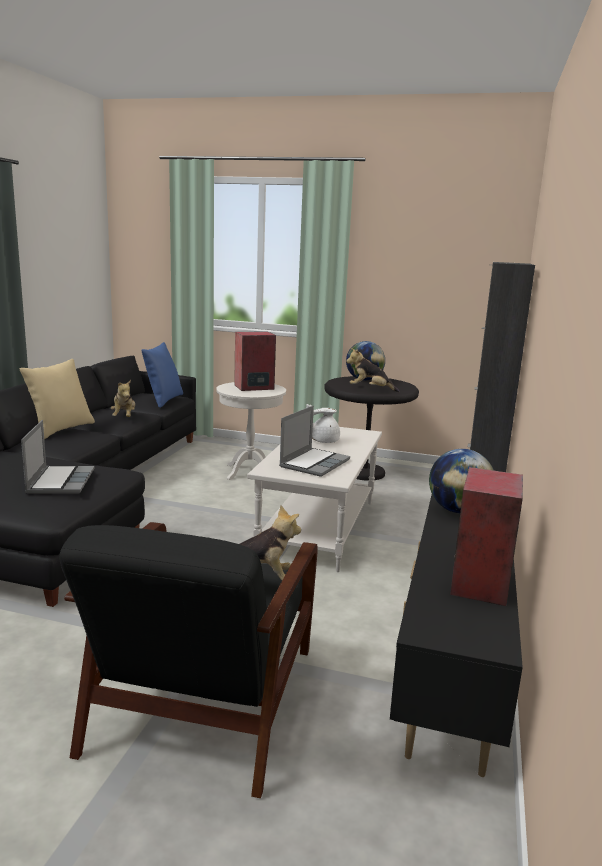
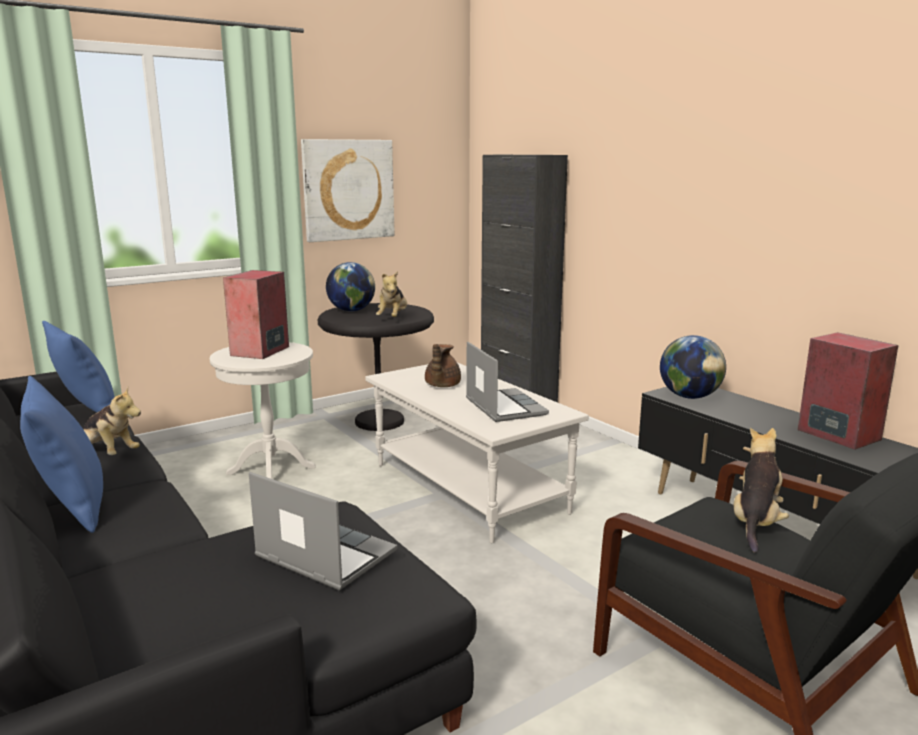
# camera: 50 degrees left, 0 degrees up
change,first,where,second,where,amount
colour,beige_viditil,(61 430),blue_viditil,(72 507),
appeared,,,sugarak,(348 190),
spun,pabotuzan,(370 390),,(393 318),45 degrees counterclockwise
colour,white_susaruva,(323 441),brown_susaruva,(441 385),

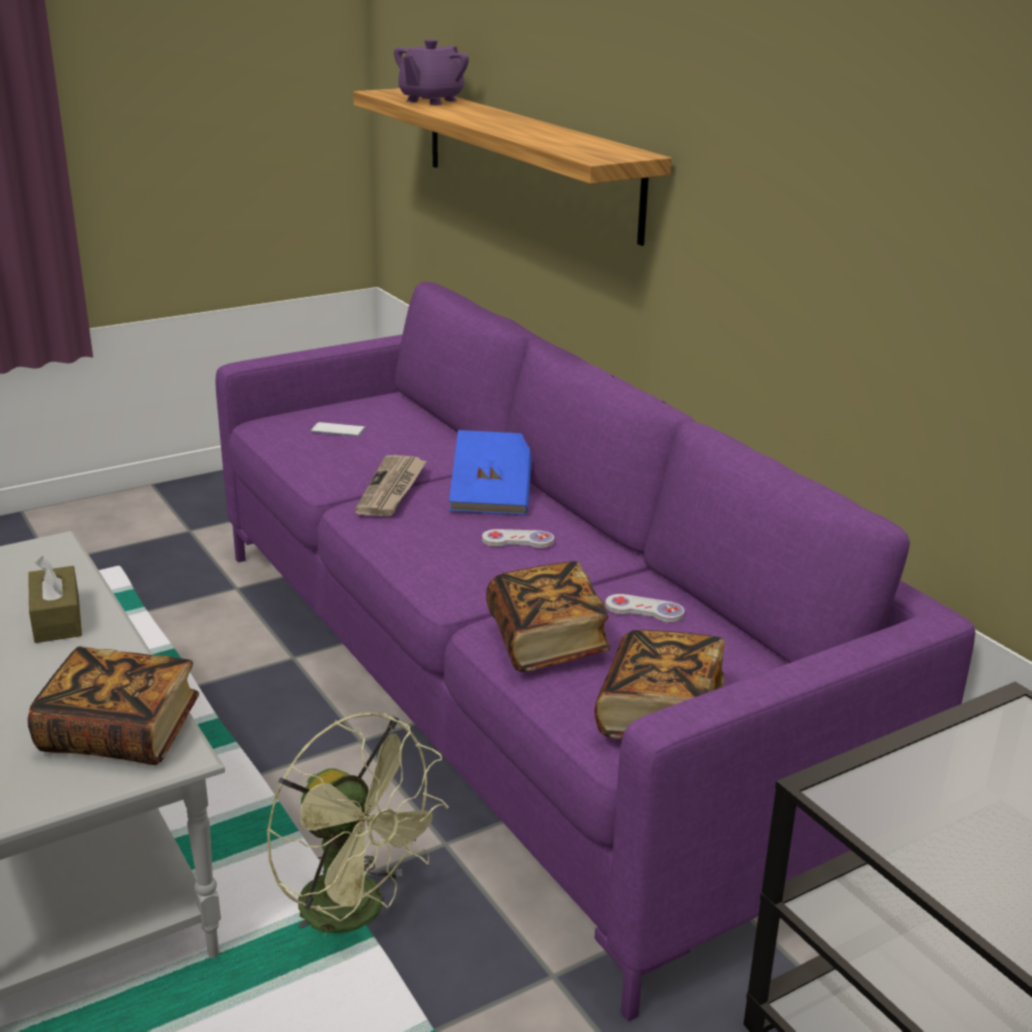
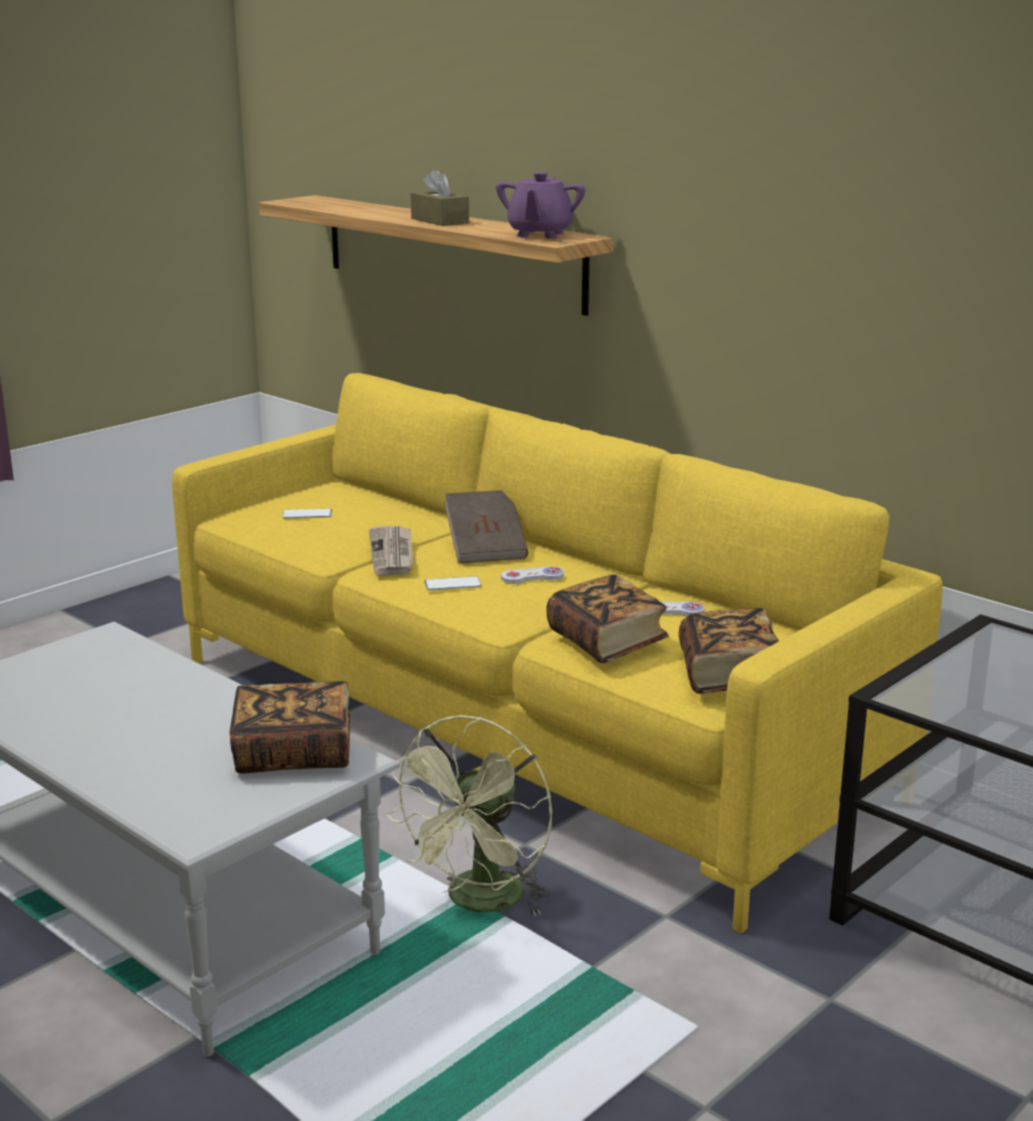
# camera: 15 degrees left, 5 degrees down
change,first,where,second,where,amount
colour,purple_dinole,(512 689),yellow_dinole,(516 726),
spun,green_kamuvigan,(357 913),,(479 904),90 degrees clockwise
relocated,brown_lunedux,(57 619),,(439 221),
appeared,,,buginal,(452 584),
colour,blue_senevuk,(491 496),brown_senevuk,(485 548),
relocated,purple_susaruva,(431 101),,(539 234),

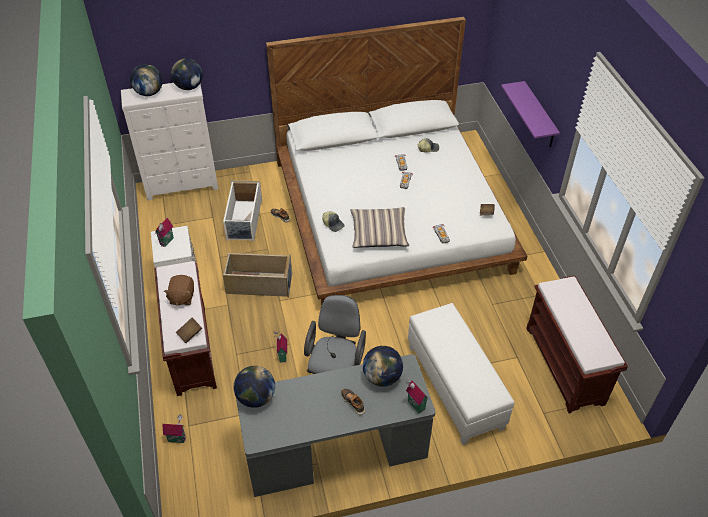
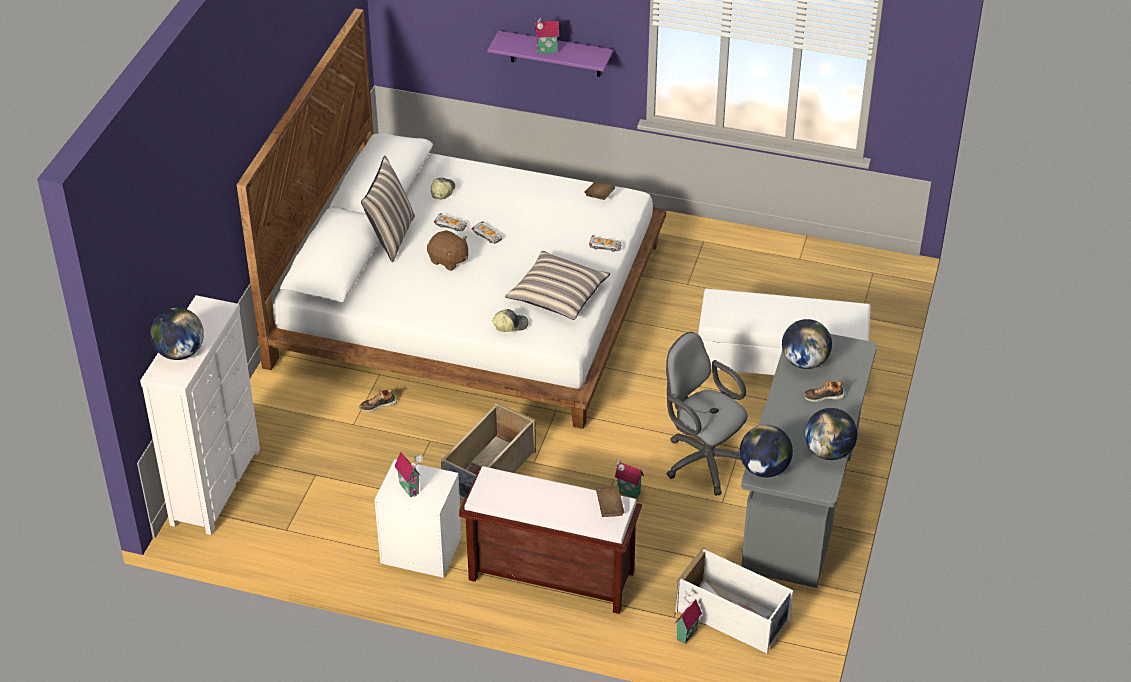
# camera: 60 degrees left, 5 degrees down
change,first,where,second,where,amount
appeared,,,viditil,(391 236),
relocated,brown_pabotuzan,(182 297),,(448 260),
relocated,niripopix,(415 406),,(547 51),
relocated,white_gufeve,(244 221),,(733 616),
relocated,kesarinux,(189 87),,(828 452),
missing,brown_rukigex,(565 366),,,

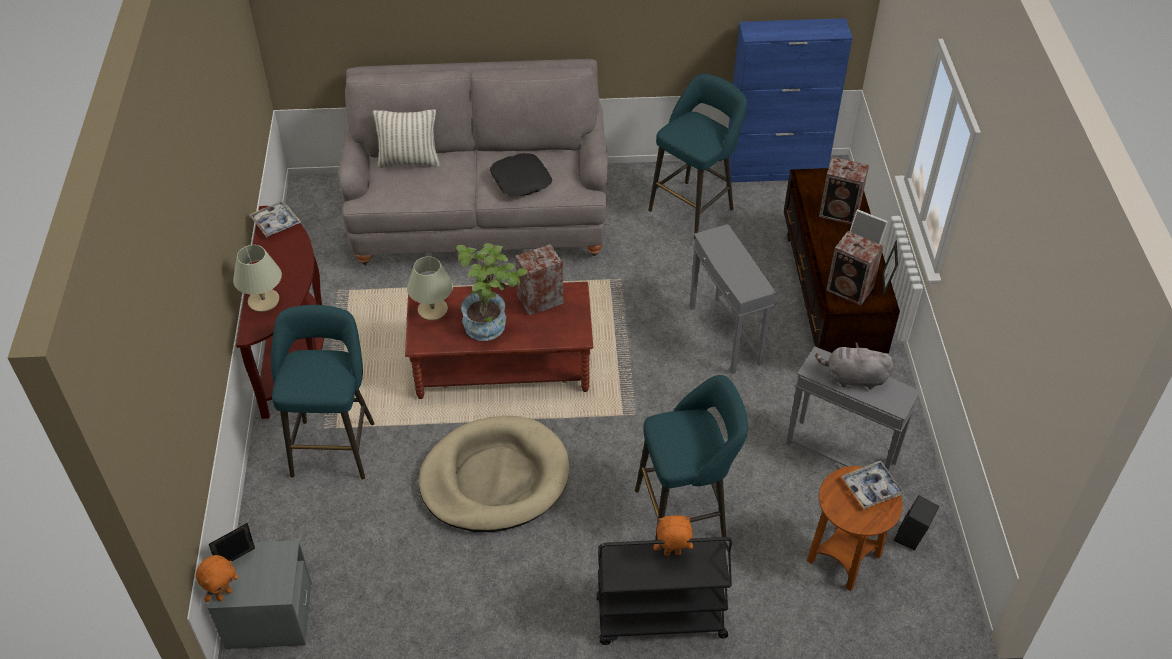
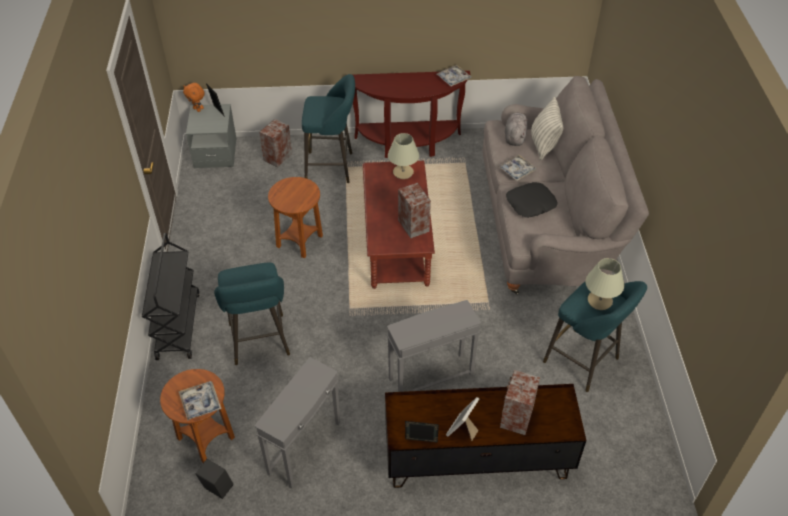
# camera: 90 degrees right, 0 degrees up
change,first,where,second,where,amount
relocated,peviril,(850 290),,(277 157),
exchanged,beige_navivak,(494 478),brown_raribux,(299 241),
appeared,,,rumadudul,(517 170),
relocated,grey_pabotuzan,(853 378),,(515 136),
relocated,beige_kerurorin,(264 301),,(599 301),
missing,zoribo,(491 324),,,
missing,orange_pabotuzan,(672 554),,,
missing,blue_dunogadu,(776 170),,,

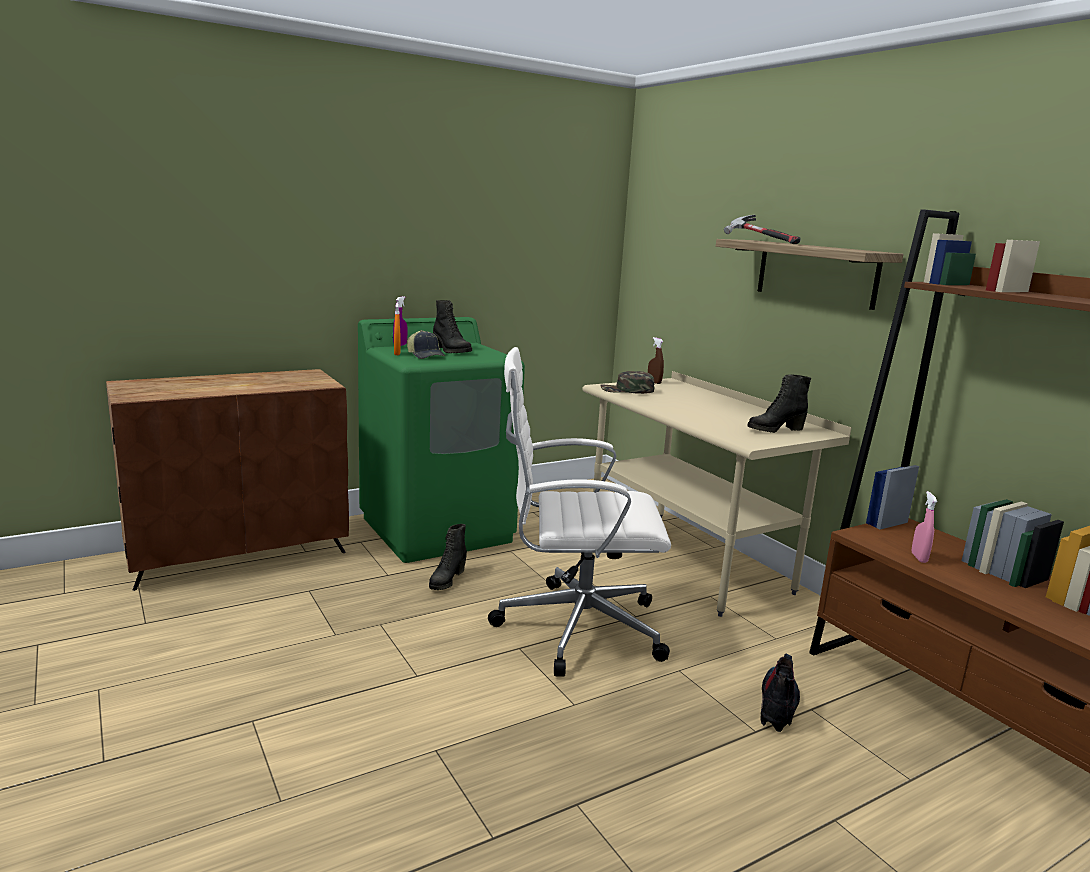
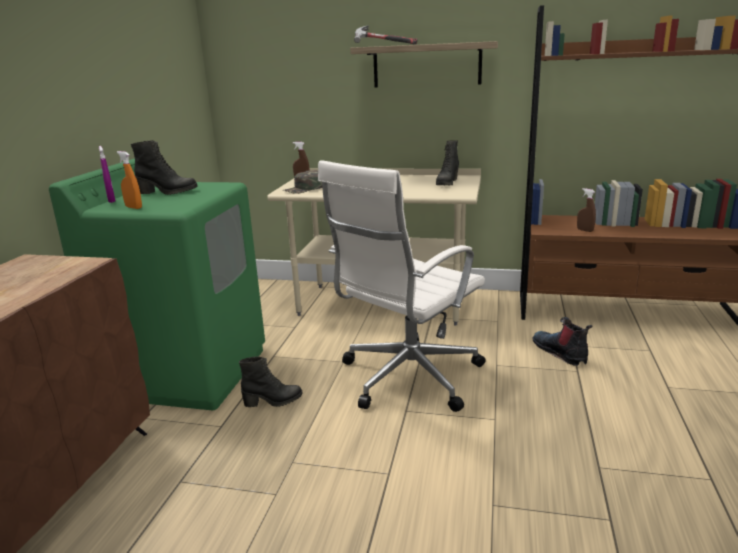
# camera: 45 degrees left, 5 degrees up
change,first,where,second,where,amount
spun,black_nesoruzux,(446 580),,(273 401),75 degrees counterclockwise
colour,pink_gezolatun,(919 558),brown_gezolatun,(585 230),
missing,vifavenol,(426 355),,,

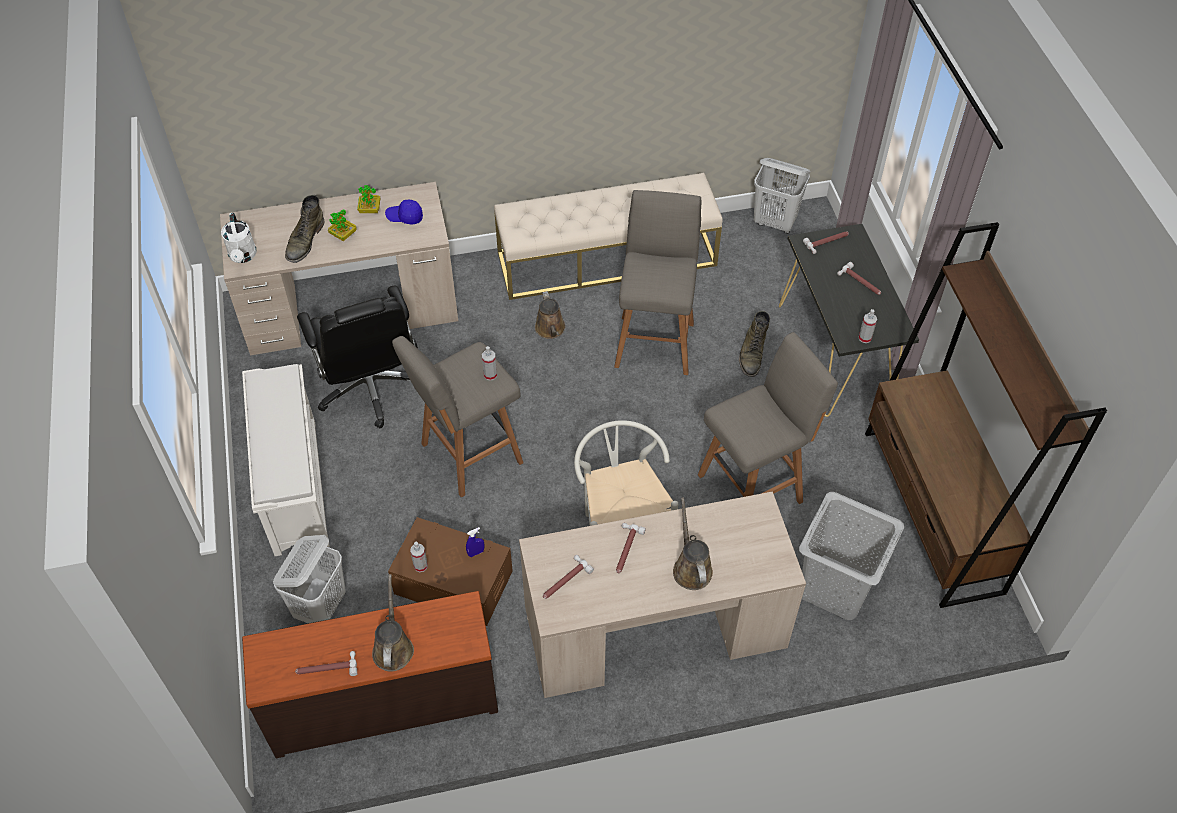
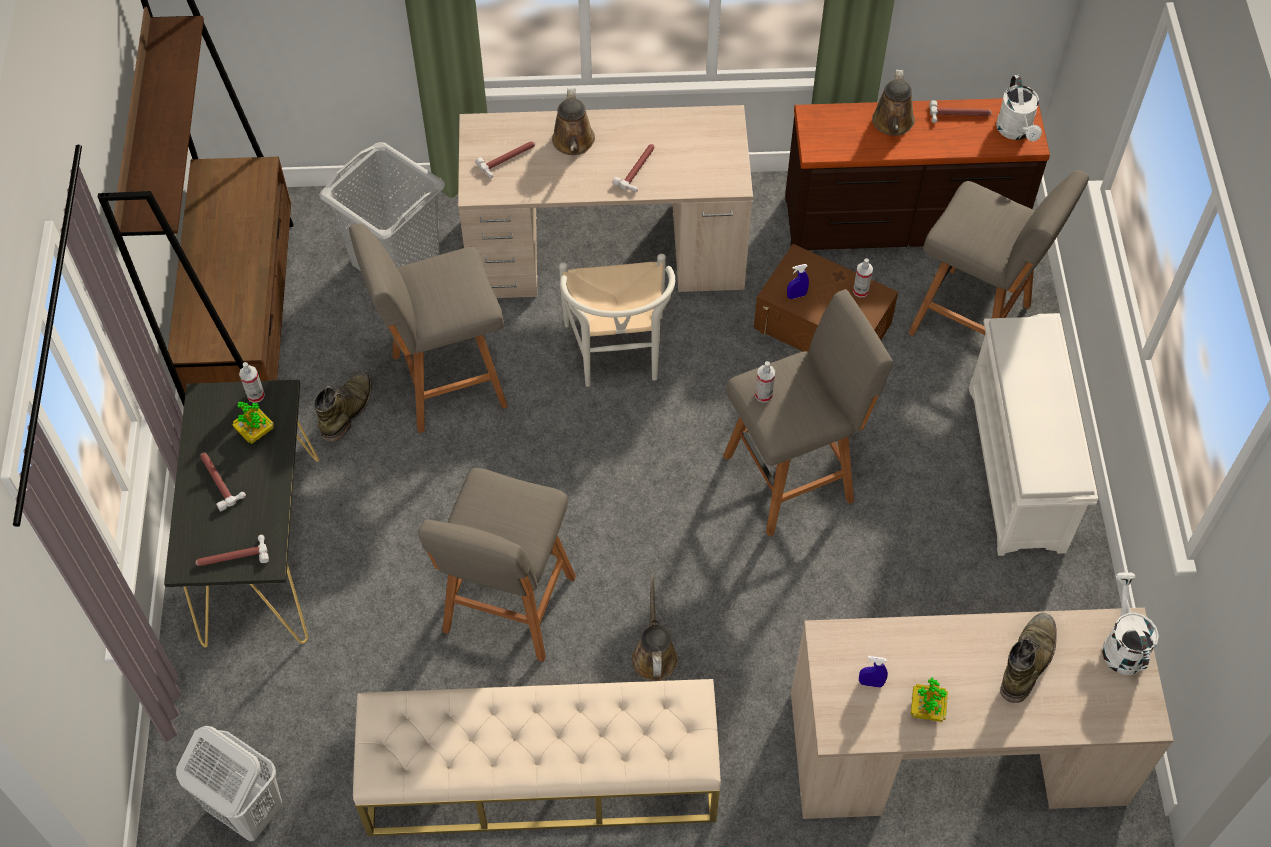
# camera: 170 degrees left, 5 degrees up
change,first,where,second,where,amount
relocated,zoribo,(343 235),,(255 431),
relocated,green_nesoruzux,(752 354),,(348 409),
relocated,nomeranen,(564 580),,(509 159),
exchanged,blue_vifavenol,(405 217),blue_gezolatun,(871 683),
exchanged,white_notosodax,(321 606),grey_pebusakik,(974 321),
appeared,,,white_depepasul,(1016 131),
missing,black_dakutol,(371 388),,,

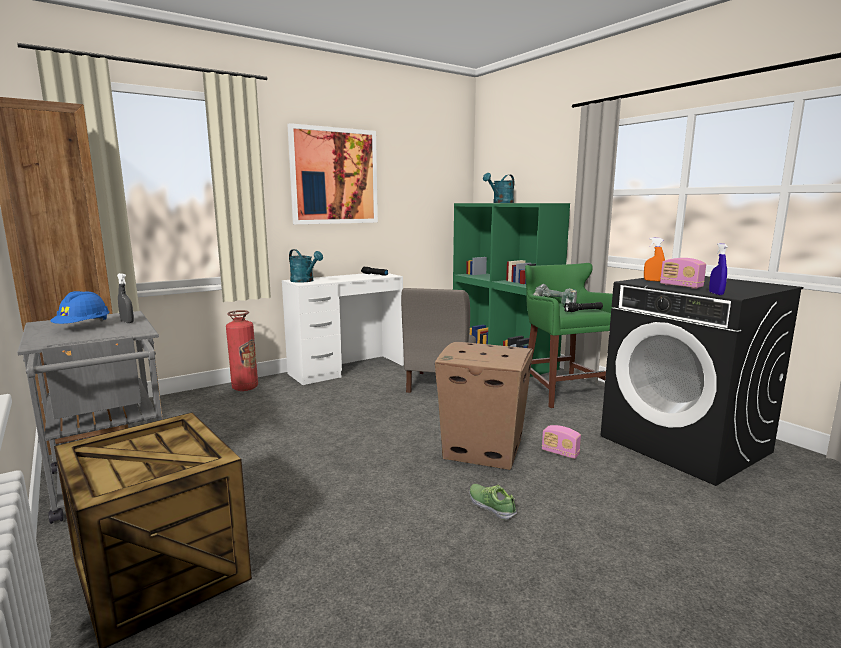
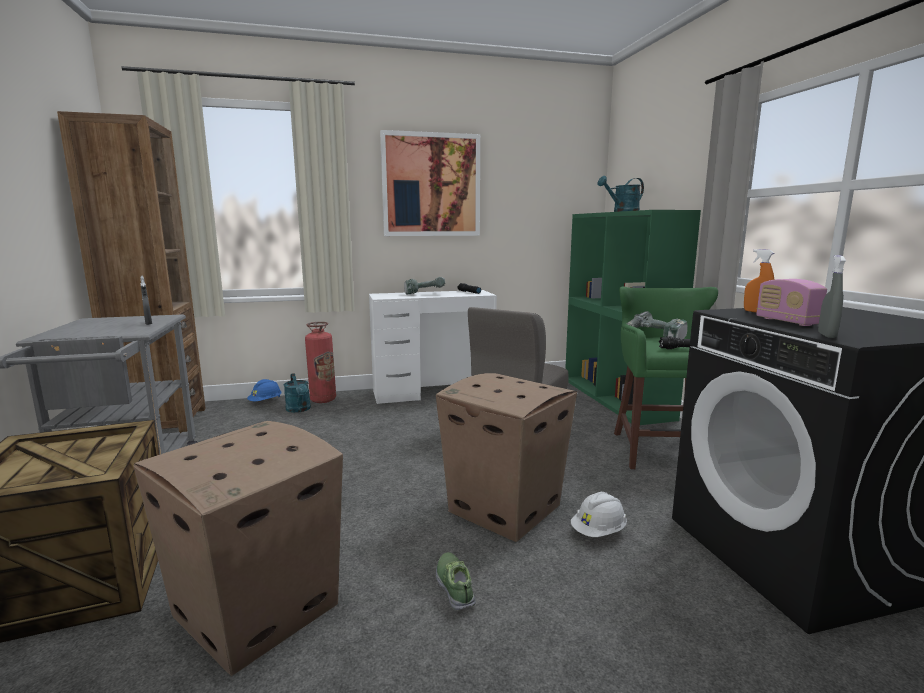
# camera: 20 degrees right, 0 degrees up
change,first,where,second,where,amount
appeared,,,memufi,(254 612),
relocated,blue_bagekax,(83 327),,(265 402),
relocated,turquoise_depepasul,(305 281),,(299 410),
appeared,,,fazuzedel,(424 294),
exchanged,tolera,(560 453),white_bagekax,(598 532),
colour,blue_gezolatun,(716 293),grey_gezolatun,(827 335),

